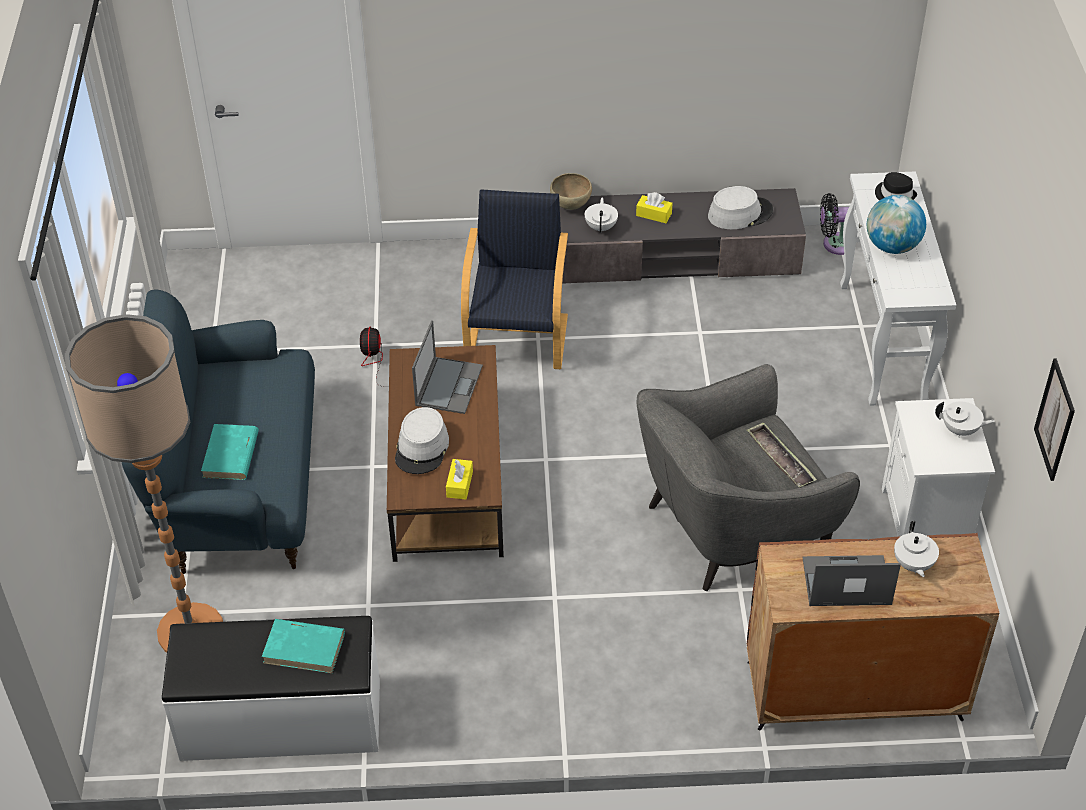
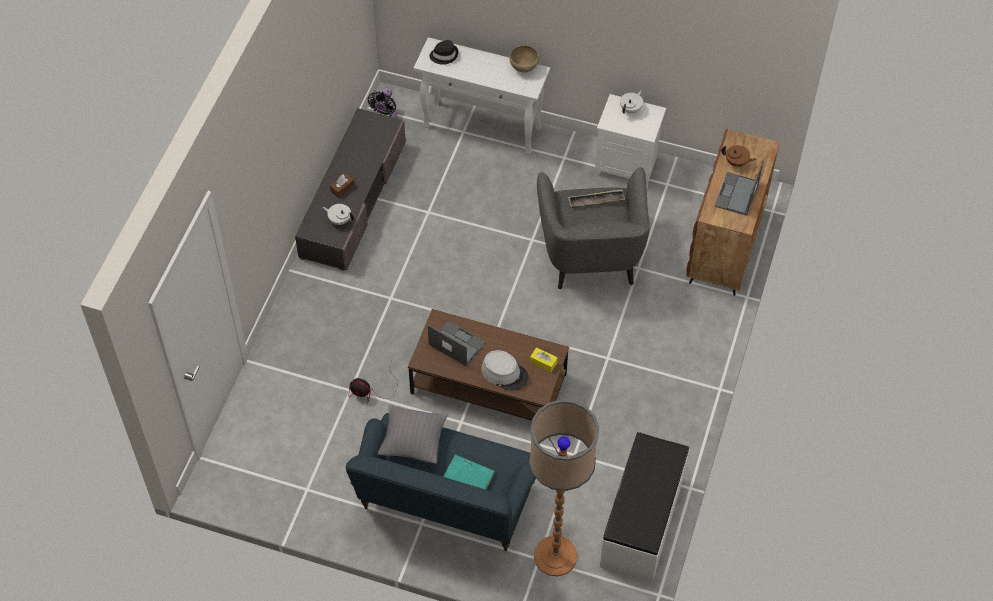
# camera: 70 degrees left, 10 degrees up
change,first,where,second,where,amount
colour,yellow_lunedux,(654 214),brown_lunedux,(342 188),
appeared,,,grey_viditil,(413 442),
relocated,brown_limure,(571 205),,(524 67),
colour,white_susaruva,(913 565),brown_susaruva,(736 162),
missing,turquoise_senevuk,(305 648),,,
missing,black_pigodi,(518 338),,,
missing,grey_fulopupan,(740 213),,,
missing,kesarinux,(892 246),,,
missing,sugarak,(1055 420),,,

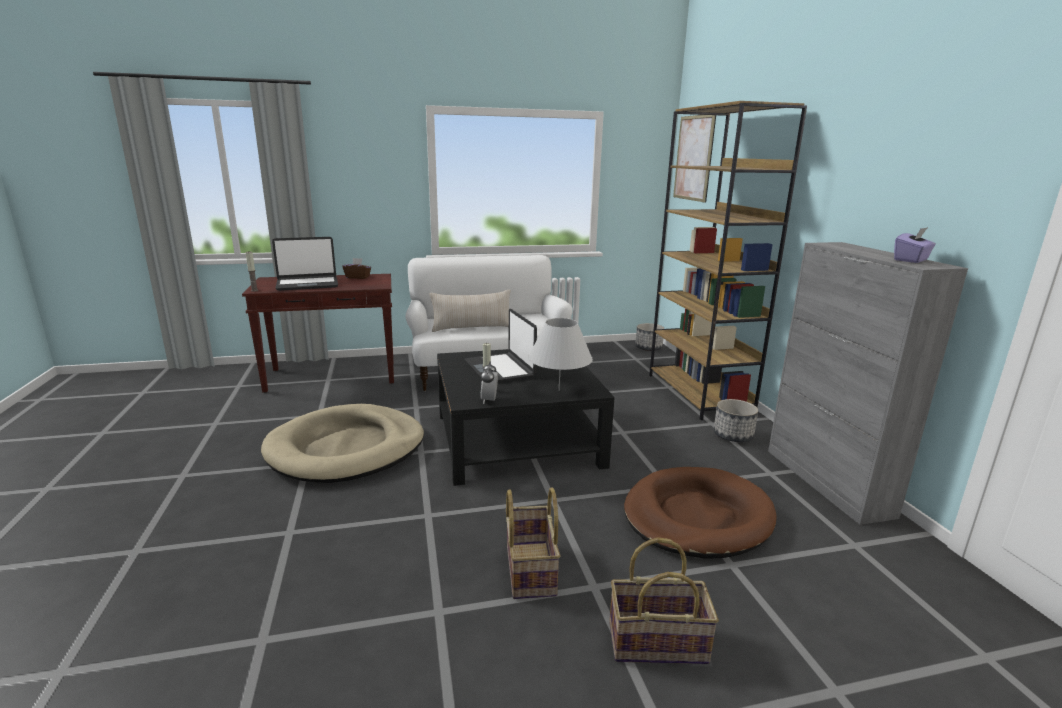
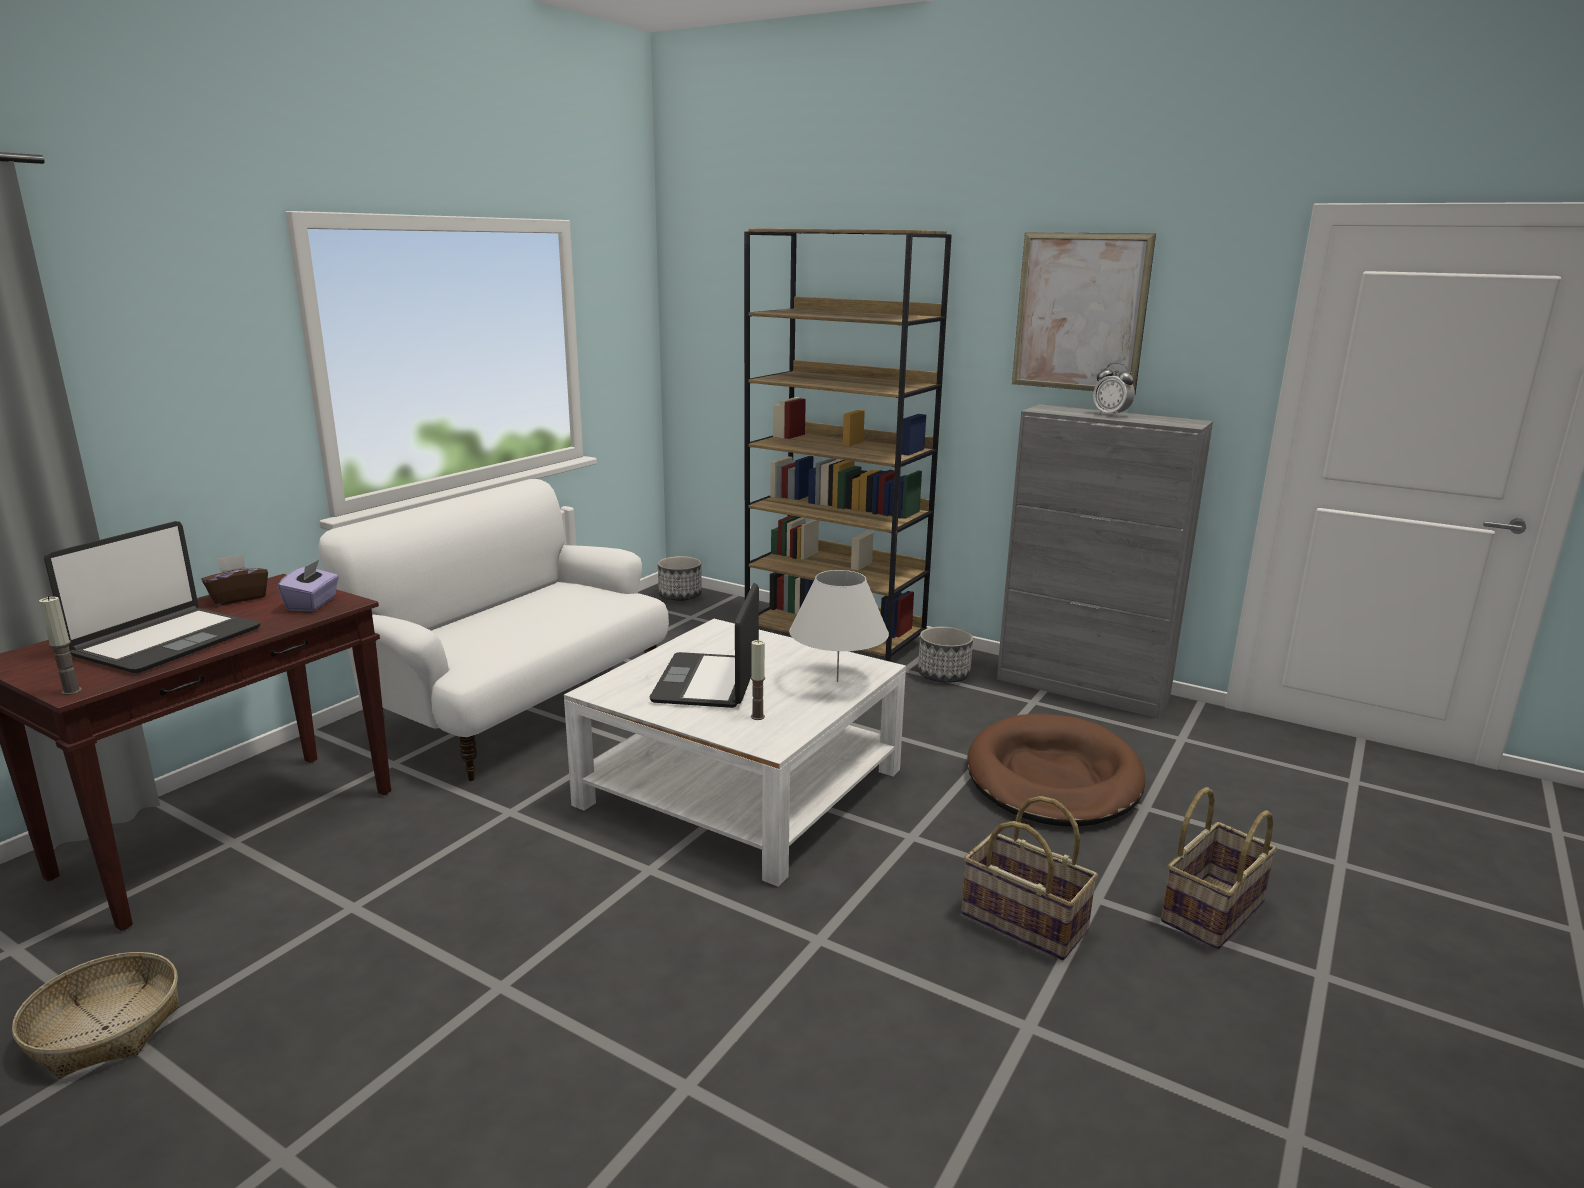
# camera: 45 degrees left, 0 degrees up
change,first,where,second,where,amount
appeared,,,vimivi,(105 1028),
relocated,purple_lunedux,(911 260),,(313 604),
colour,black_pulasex,(517 439),white_pulasex,(741 787),
spun,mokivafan,(500 369),,(708 682),75 degrees clockwise
relocated,sugarak,(693 158),,(1080 312),
relocated,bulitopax,(489 400),,(1111 415),
missing,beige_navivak,(347 448),,,
missing,beige_viditil,(472 328),,,

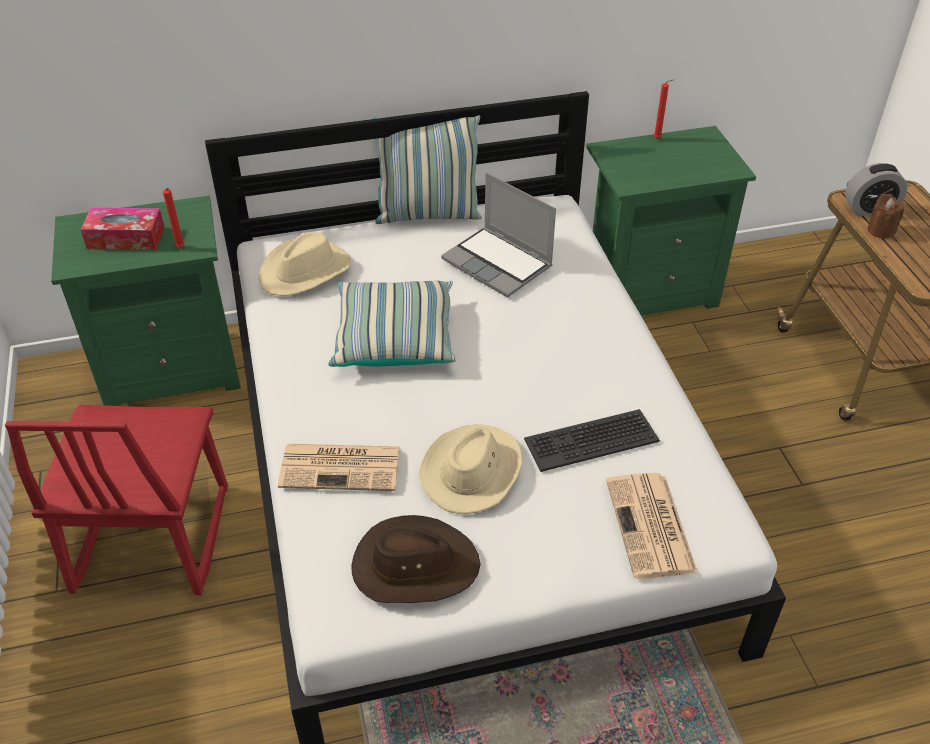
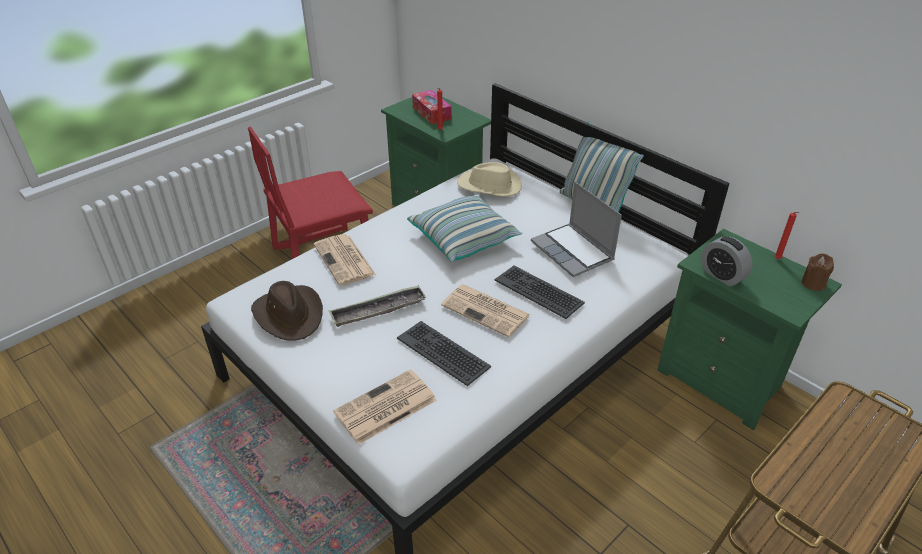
# camera: 60 degrees right, 5 degrees down
change,first,where,second,where,amount
exchanged,beige_fulopupan,(472 471),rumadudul,(378 310),
appeared,,,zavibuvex,(487 310),
appeared,,,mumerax,(539 291),
spun,mokivafan,(499 263),,(573 251),45 degrees counterclockwise
relocated,bulitopax,(869 209),,(722 275),
relocated,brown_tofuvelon,(880 230),,(813 283),

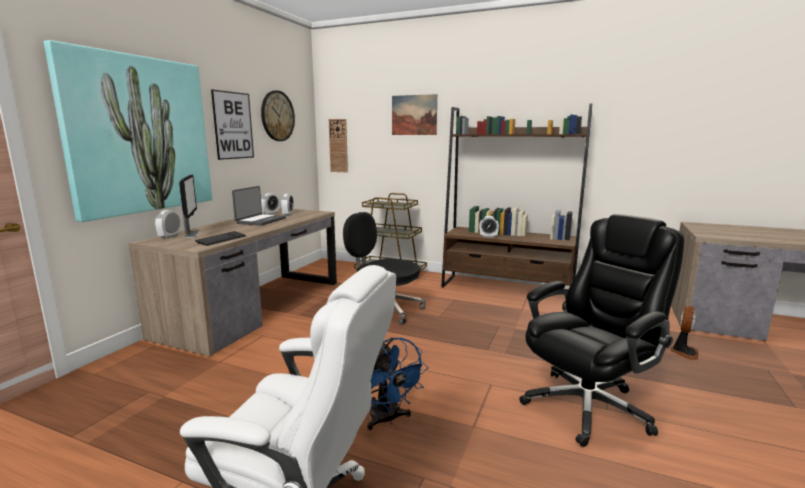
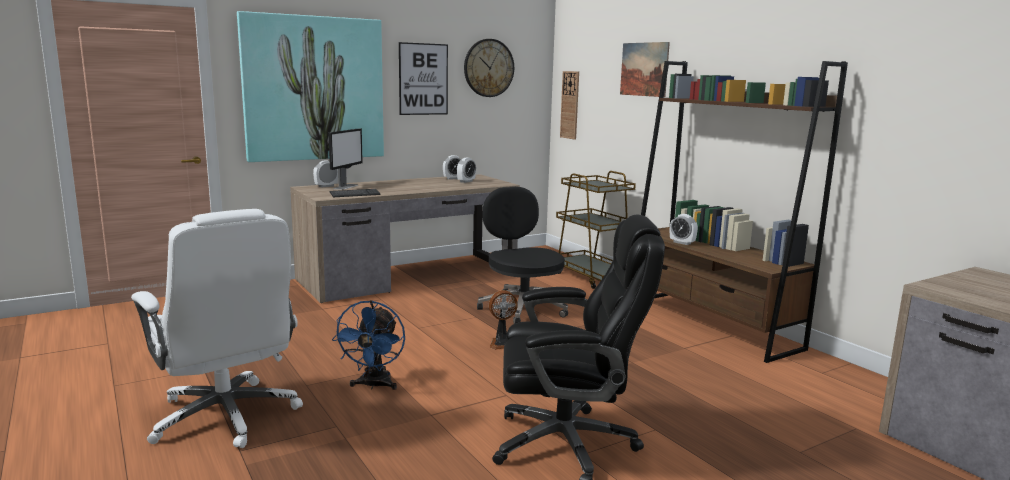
# camera: 35 degrees right, 0 degrees up
change,first,where,second,where,amount
relocated,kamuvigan,(684 352),,(502 343),
missing,mokivafan,(260 221),,,

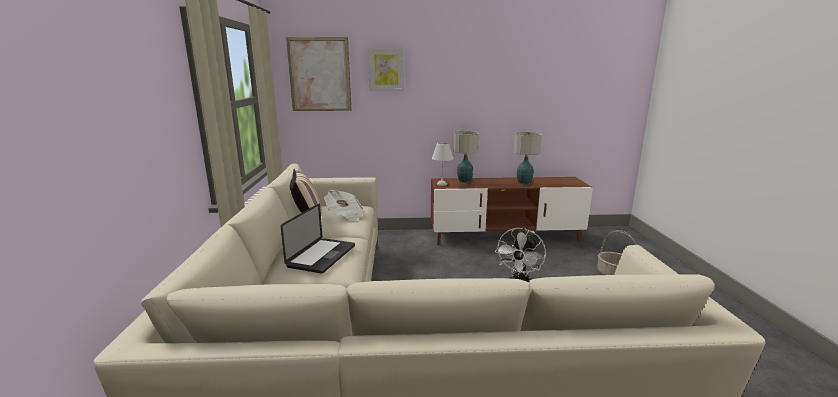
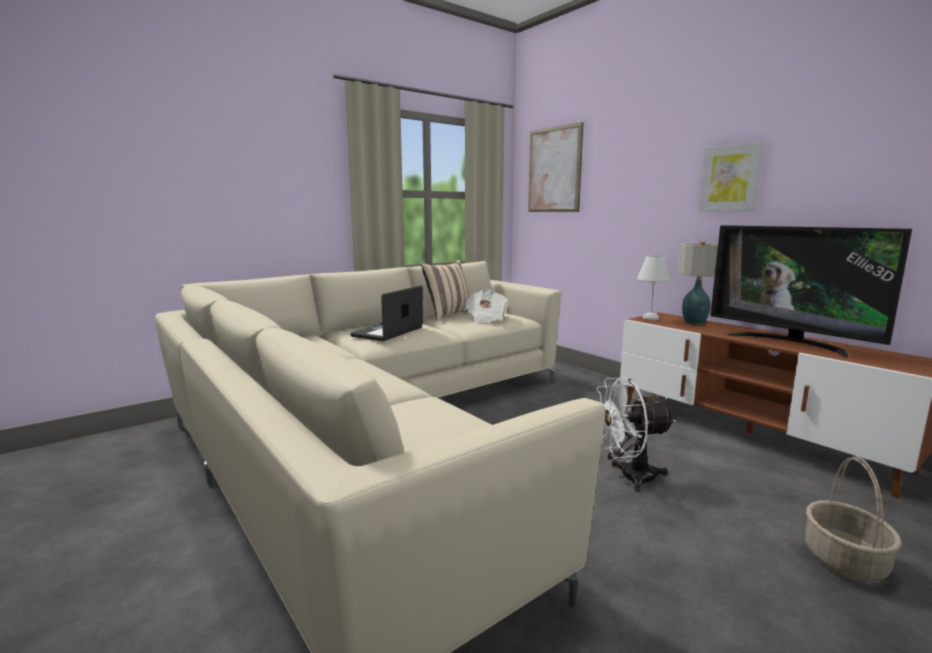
# camera: 55 degrees right, 5 degrees down
change,first,where,second,where,amount
spun,mokivafan,(322 256),,(388 332),135 degrees clockwise
relocated,sugarak,(386 70),,(730 178),
exchanged,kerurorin,(524 183),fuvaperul,(790 343),

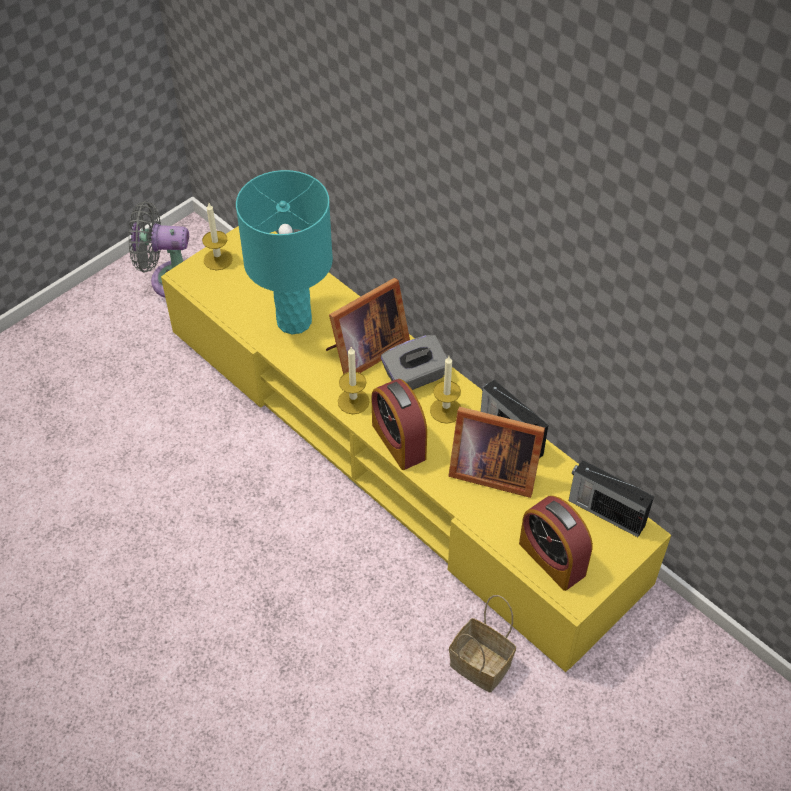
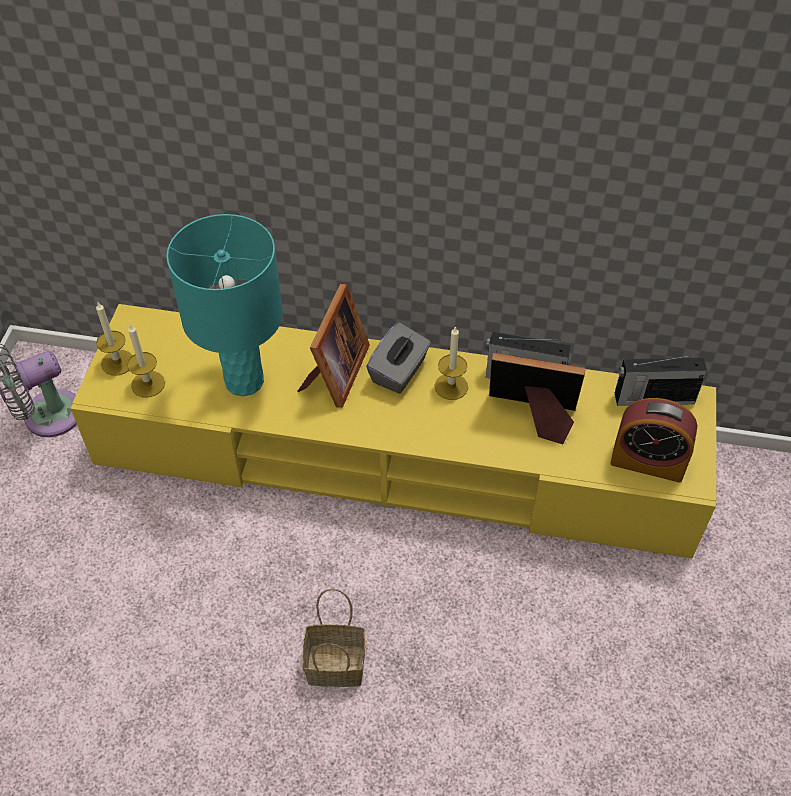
# camera: 35 degrees left, 0 degrees up
change,first,where,second,where,amount
relocated,tofuvelon,(353 401),,(148 384),
relocated,vimivi,(482 665),,(337 664),
spun,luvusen,(491 470),,(533 416),150 degrees counterclockwise
missing,bulitopax,(399 441),,,

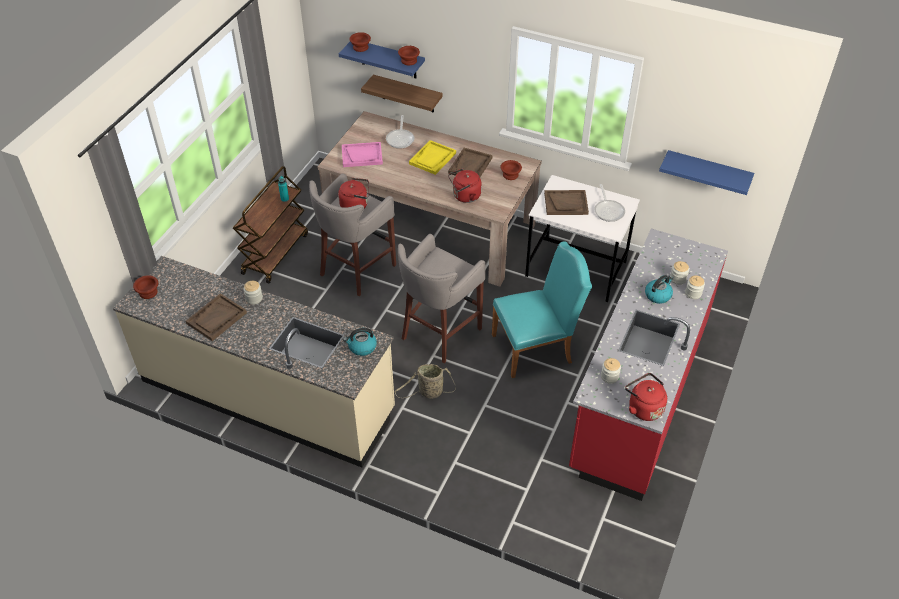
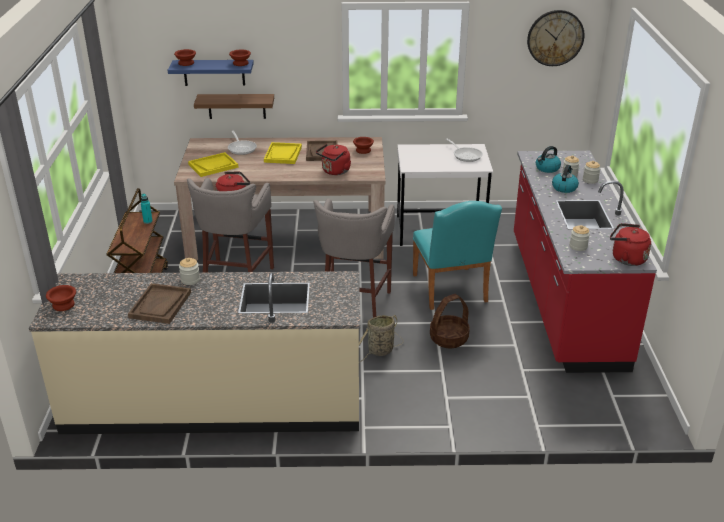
# camera: 25 degrees left, 15 degrees down
change,first,where,second,where,amount
colour,pink_rumadudul,(362 155),yellow_rumadudul,(213 166),
spun,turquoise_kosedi,(537 347),,(451 291),120 degrees clockwise
appeared,,,vimivi,(449 338),
appeared,,,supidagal,(555 38),
relocated,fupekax,(362 347),,(547 168),
missing,brown_rumadudul,(566 203),,,
missing,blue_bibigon,(708 172),,,

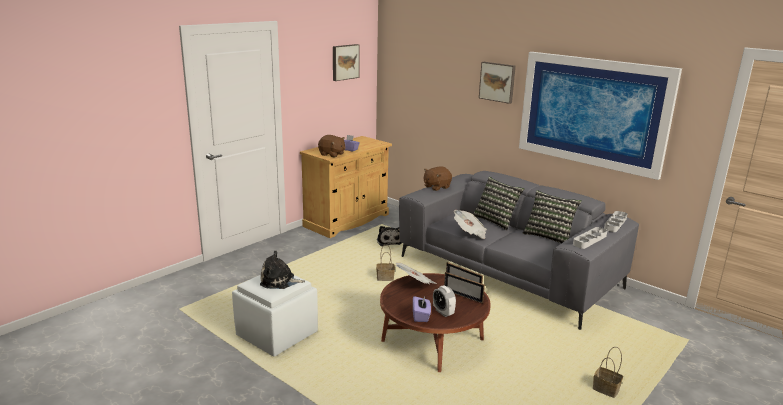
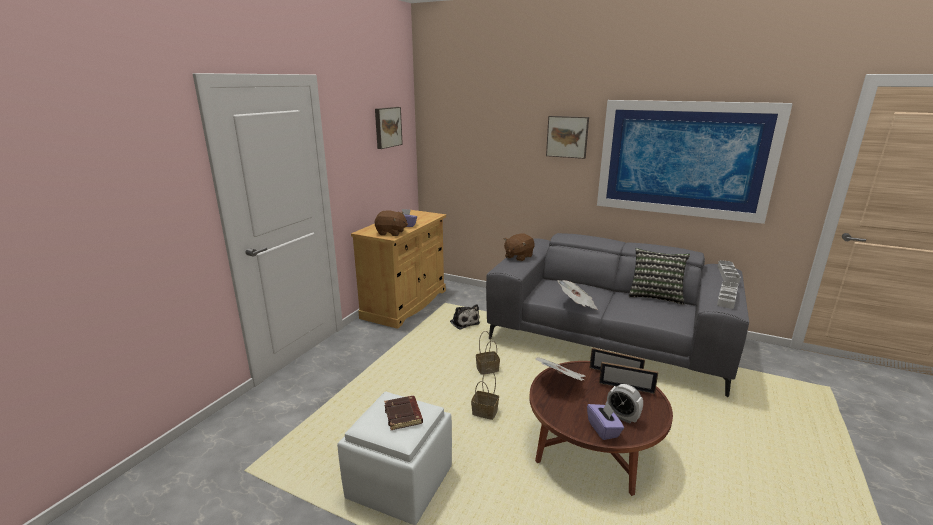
# camera: 15 degrees left, 0 degrees up
change,first,where,second,where,amount
exchanged,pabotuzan,(279 281),brown_senevuk,(404 415),
relocated,vimivi,(606 390),,(486 412),
missing,viditil,(496 220),,,

